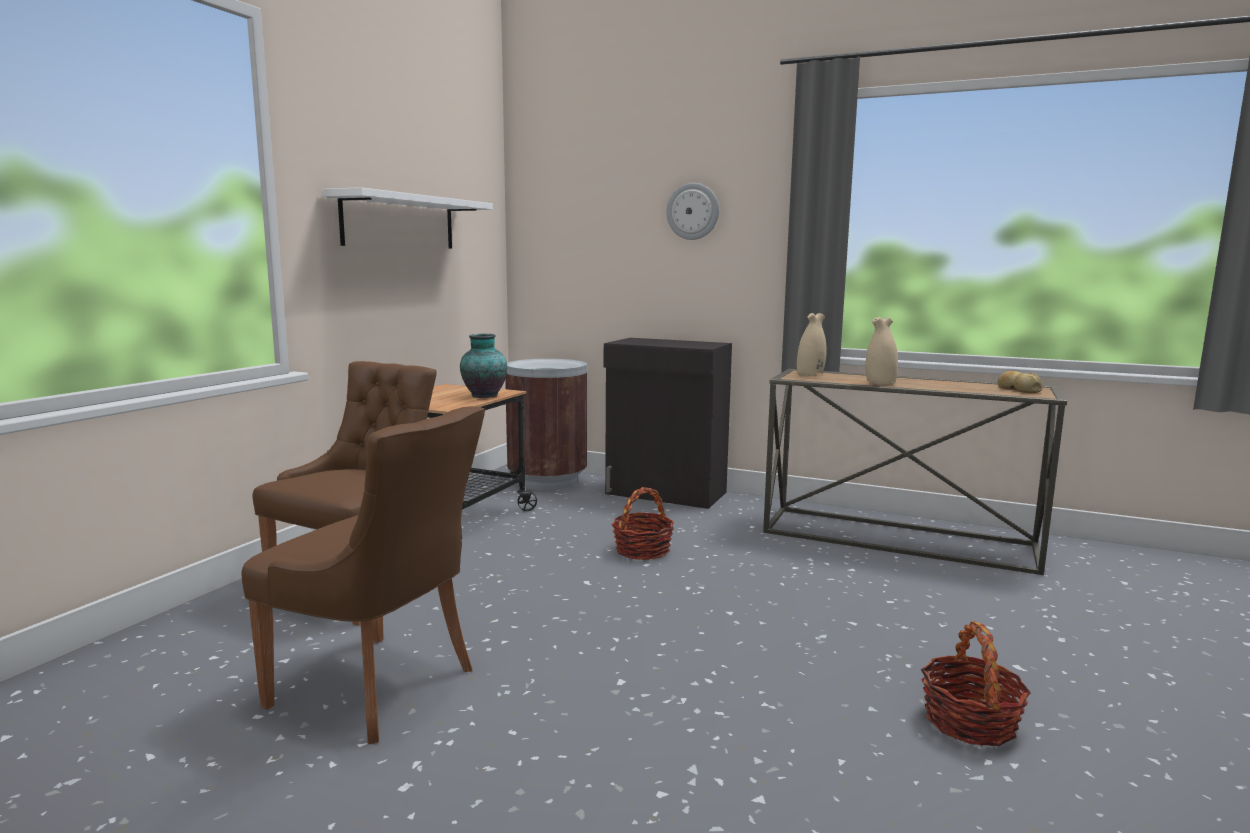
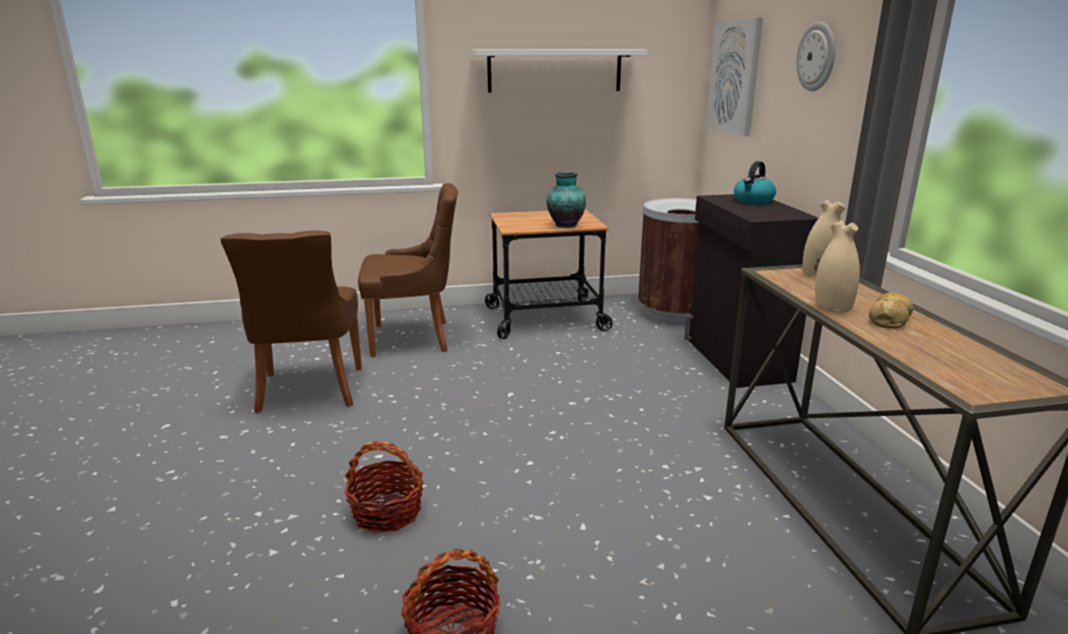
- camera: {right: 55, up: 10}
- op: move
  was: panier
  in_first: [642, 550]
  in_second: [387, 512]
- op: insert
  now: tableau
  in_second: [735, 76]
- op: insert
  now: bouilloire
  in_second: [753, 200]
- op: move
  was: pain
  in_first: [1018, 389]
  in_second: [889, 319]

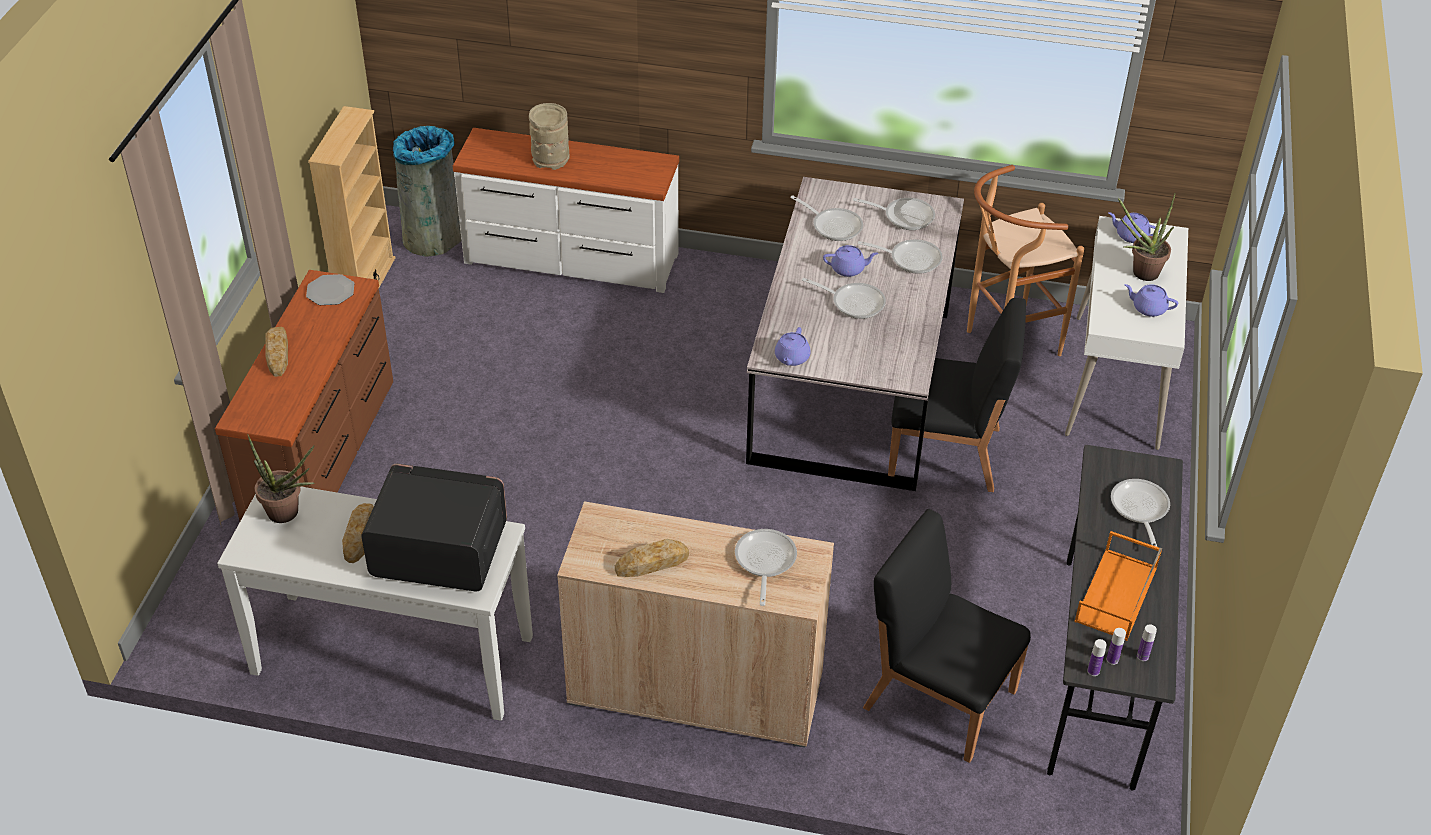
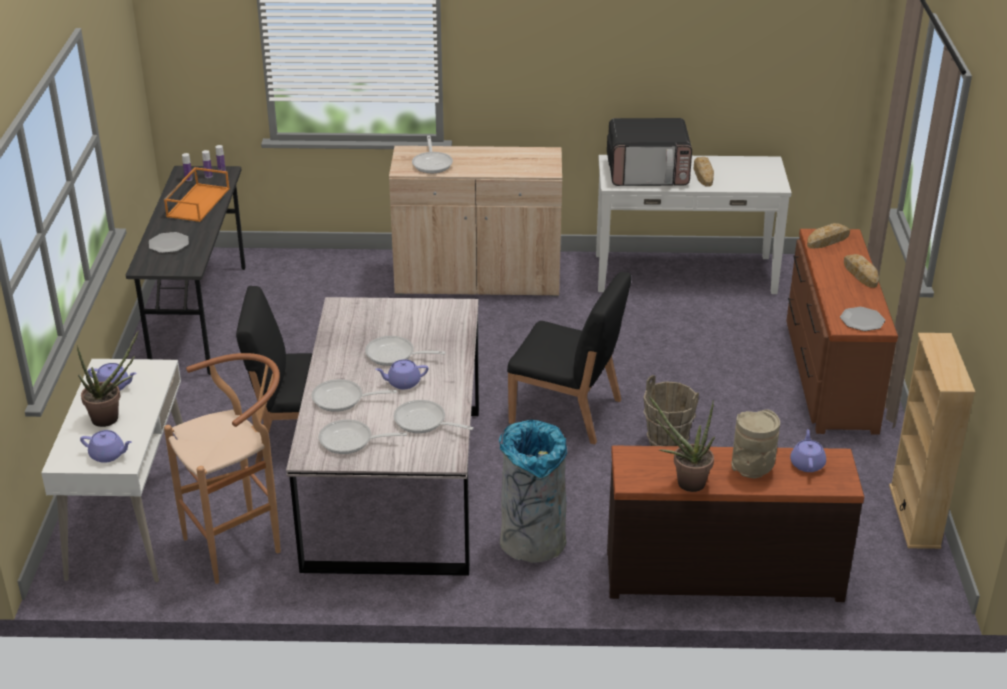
- camera: {right: 170, up: -10}
- op: replace
  was: poêle
  now: assiette
  in_first: [1139, 510]
  in_second: [169, 244]
- op: move
  was: poubelle [gris]
  in_first: [434, 237]
  in_second: [532, 541]
- op: move
  was: chaise [noir]
  in_first: [938, 697]
  in_second: [567, 412]
- op: recolor
  was: commode [blanc]
  now: commode [marron]
  in_first: [571, 260]
  in_second: [723, 573]
- op: insert
  now: seau [marron]
  in_second: [667, 443]
- op: move
  was: plante en pot
  in_first: [289, 514]
  in_second: [684, 482]
- op: move
  was: théière [violet]
  in_first: [791, 358]
  in_second: [807, 464]
- op: move
  was: pain
  in_first: [652, 563]
  in_second: [828, 240]

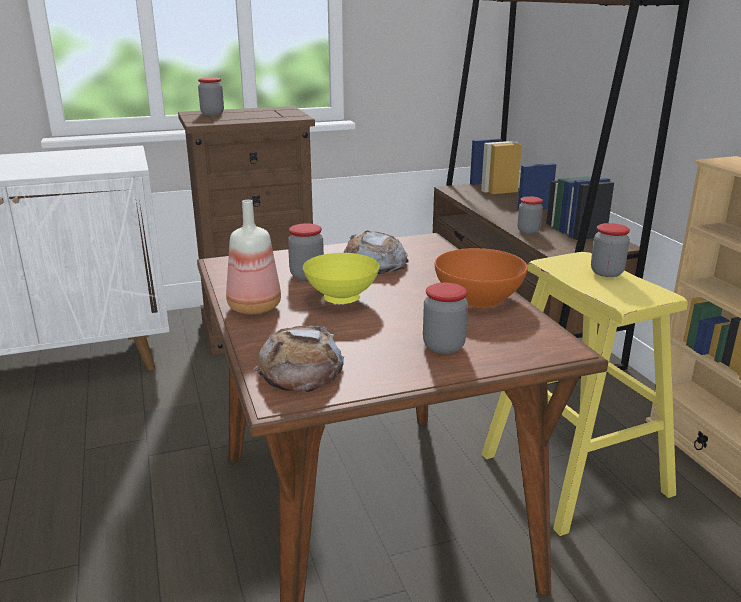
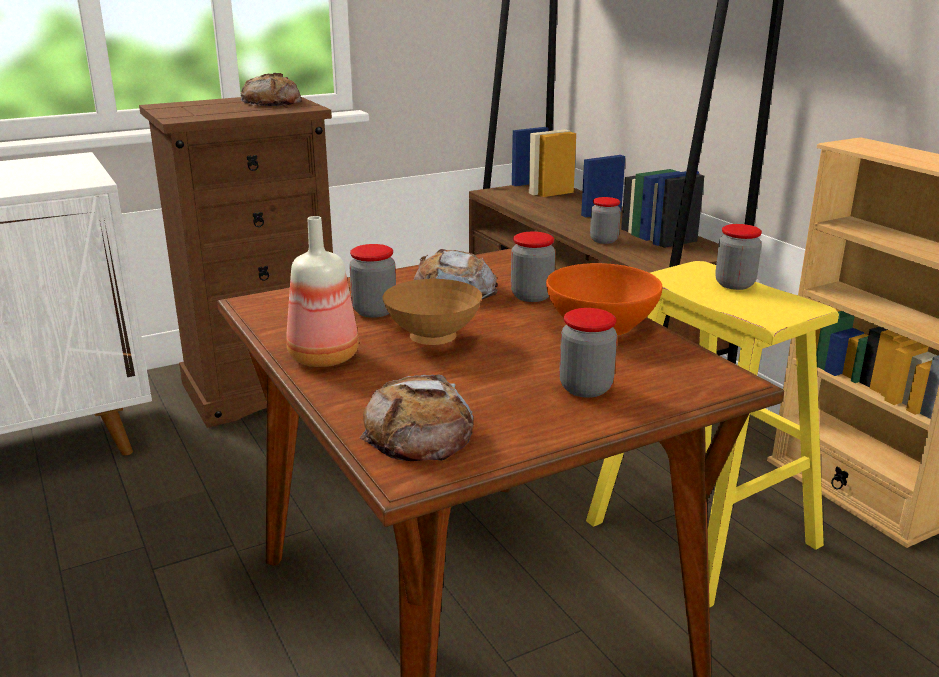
- camera: {right: -10, up: 0}
- op: insert
  now: pain
  in_second: [272, 102]
- op: recolor
  was: bol [jaune]
  now: bol [marron]
  in_first: [342, 300]
  in_second: [434, 340]
- op: move
  was: bocal
  in_first: [212, 113]
  in_second: [531, 296]

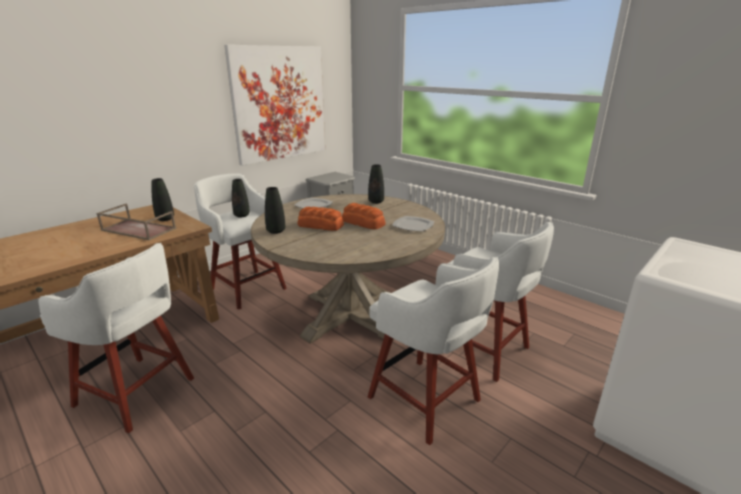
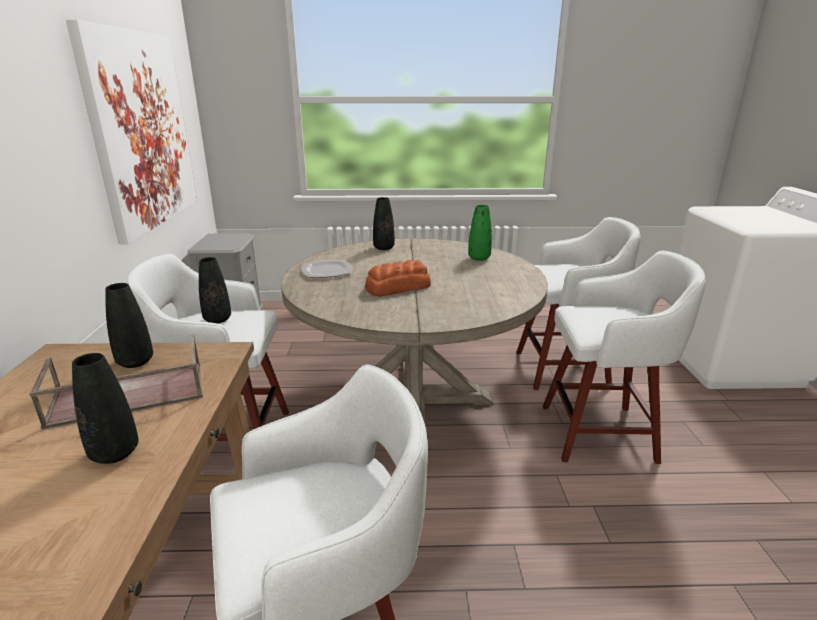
- camera: {right: -45, up: 0}
- op: move
  was: vase [noir]
  in_first: [276, 231]
  in_second: [115, 453]
- op: replace
  was: assiette
  now: vase [vert]
  in_first: [413, 225]
  in_second: [479, 258]
- op: delete
  was: pain
  in_first: [363, 223]

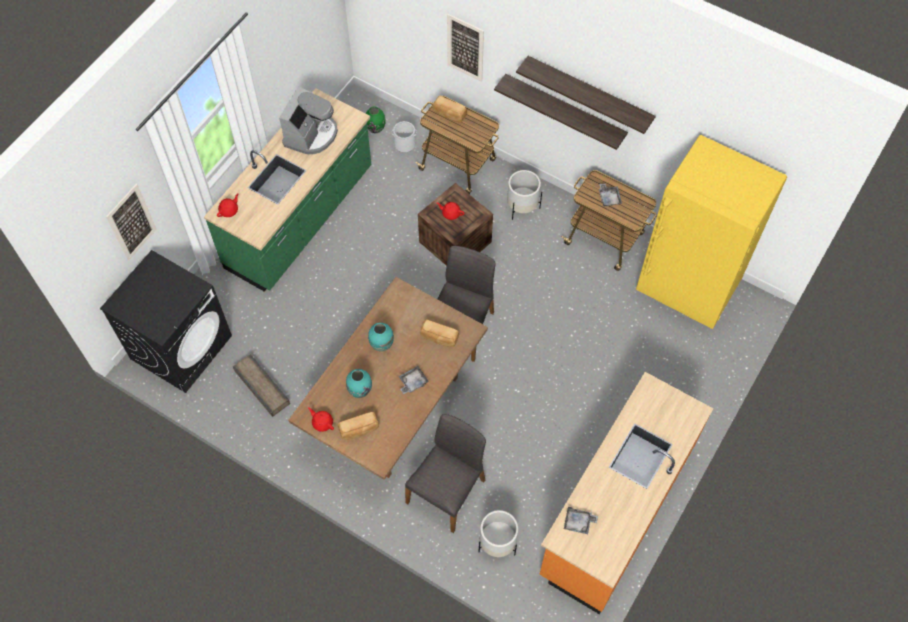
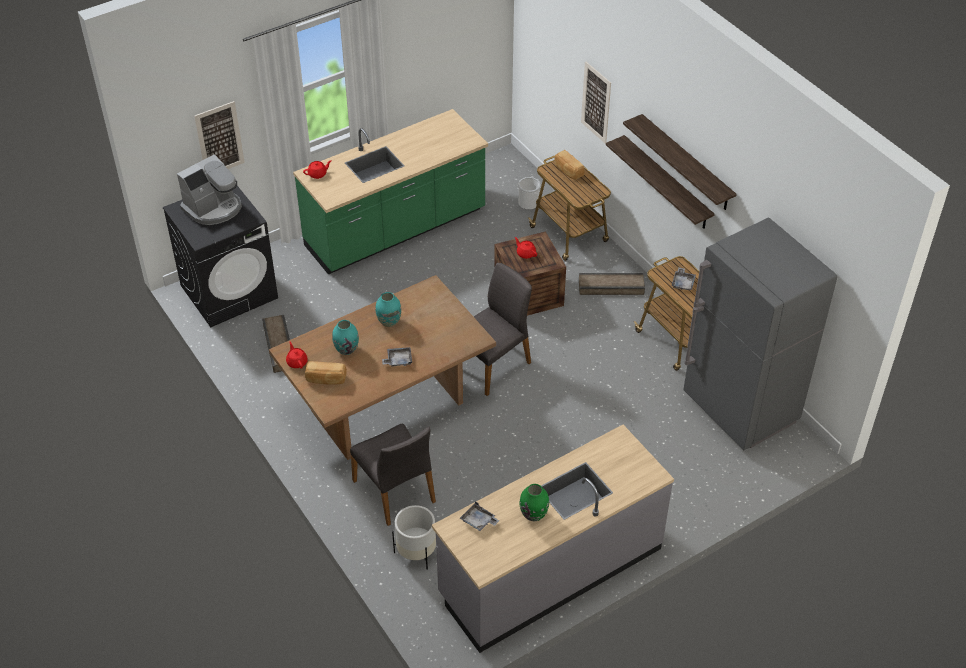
- camera: {right: 25, up: -15}
- op: move
  was: machine à café
  in_first: [311, 135]
  in_second: [213, 208]
- op: rotate
  was: chaise [gris]
  in_first: [447, 491]
  in_second: [395, 491]
  clockwise: 90
- op: recolor
  was: comptoir de cuisine [orange]
  now: comptoir de cuisine [gris]
  in_first: [615, 511]
  in_second: [550, 571]
- op: move
  was: vase [vert]
  in_first: [376, 128]
  in_second: [534, 514]
- op: replace
  was: cache-pot [blanc]
  now: caisse
  in_first: [522, 207]
  in_second: [611, 287]
- op: recolor
  was: réfrigérateur [jaune]
  now: réfrigérateur [gris]
  in_first: [687, 289]
  in_second: [740, 410]
- op: delete
  was: pain
  in_first: [439, 338]

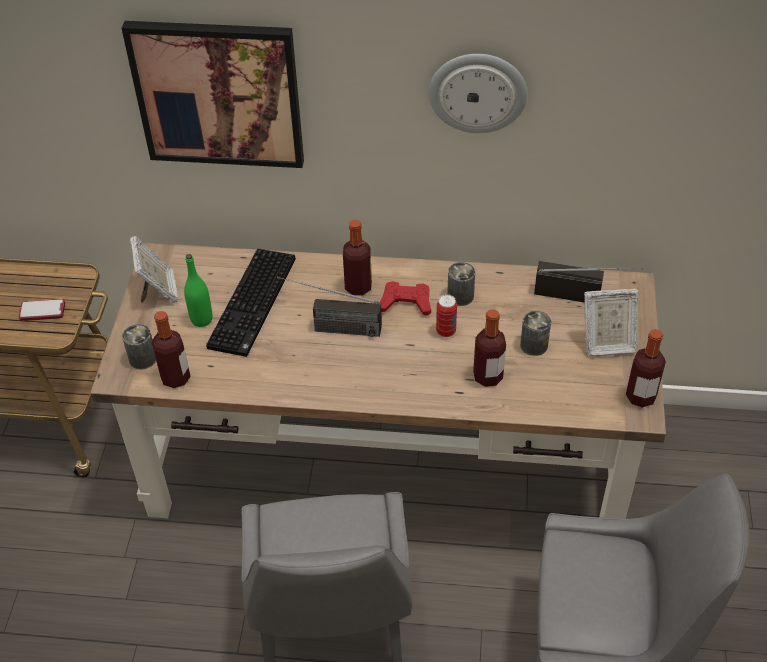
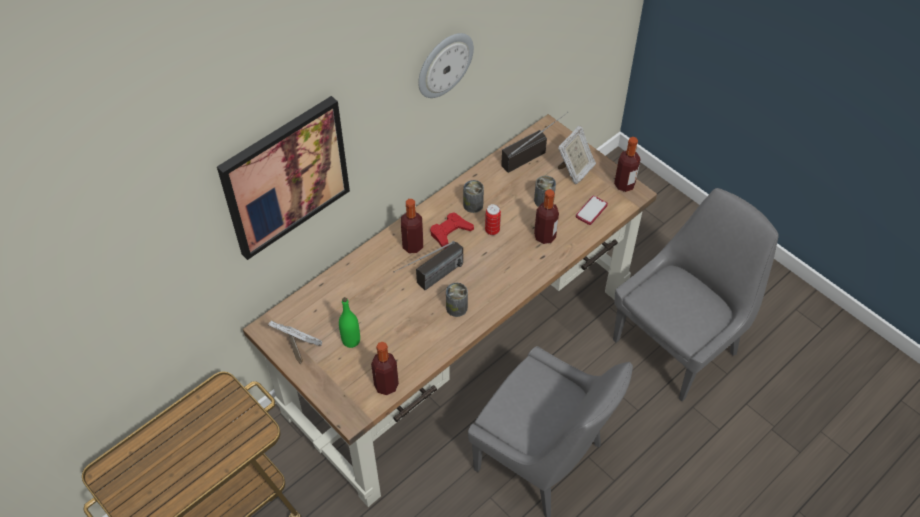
- camera: {right: -50, up: 5}
- op: move
  was: boîte métallique
  in_first: [143, 358]
  in_second: [456, 307]
- op: move
  was: téléphone
  in_first: [42, 311]
  in_second: [591, 211]
- op: delete
  was: clavier
  in_first: [254, 304]

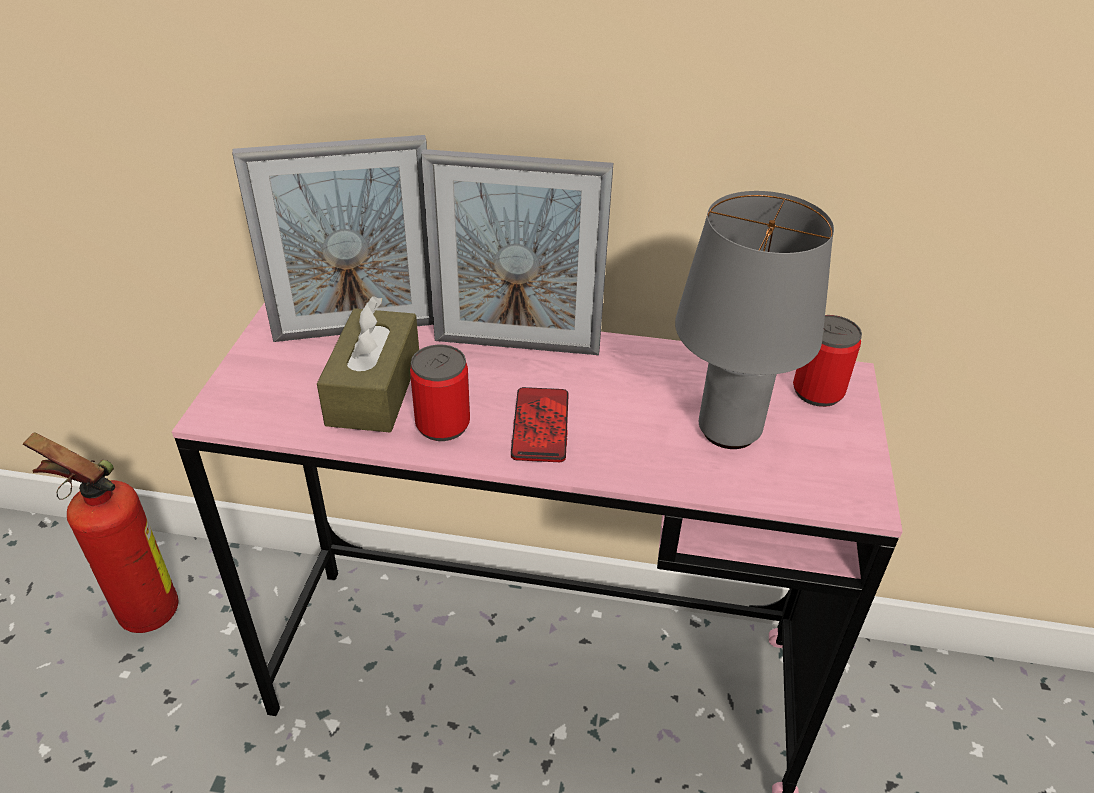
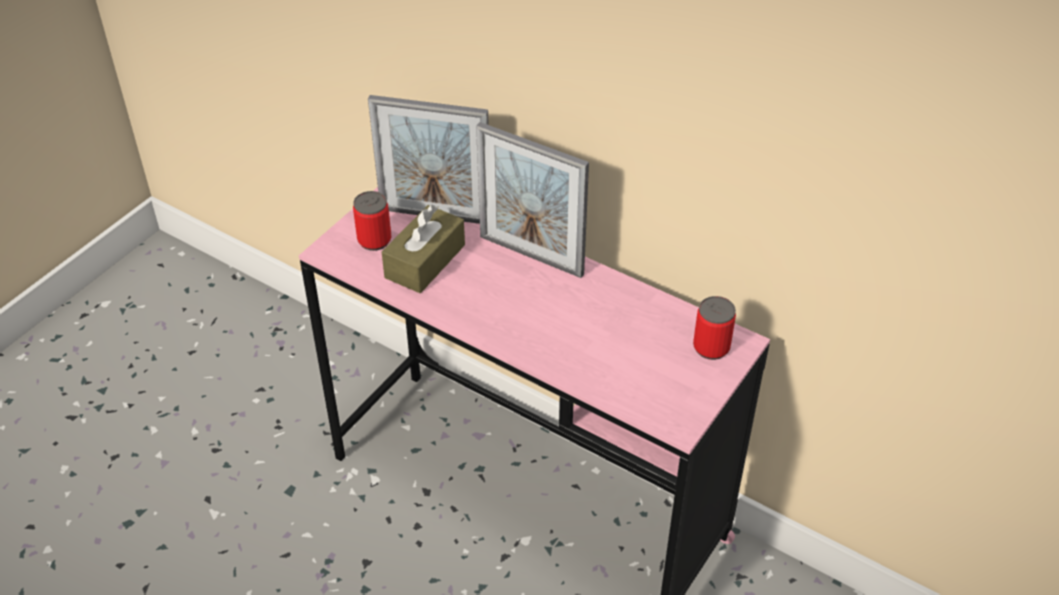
- camera: {right: 25, up: 5}
- op: move
  was: boîte métallique
  in_first: [442, 424]
  in_second: [374, 240]
- op: delete
  was: extincteur
  in_first: [141, 610]
- op: delete
  was: téléphone
  in_first: [540, 425]
- op: delete
  was: lampe de table [gris]
  in_first: [728, 432]

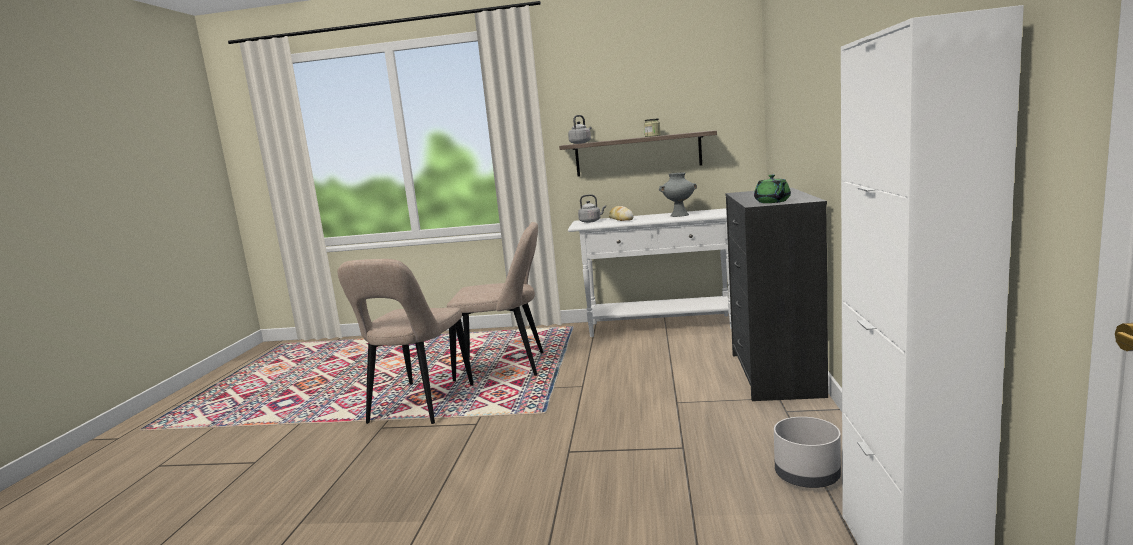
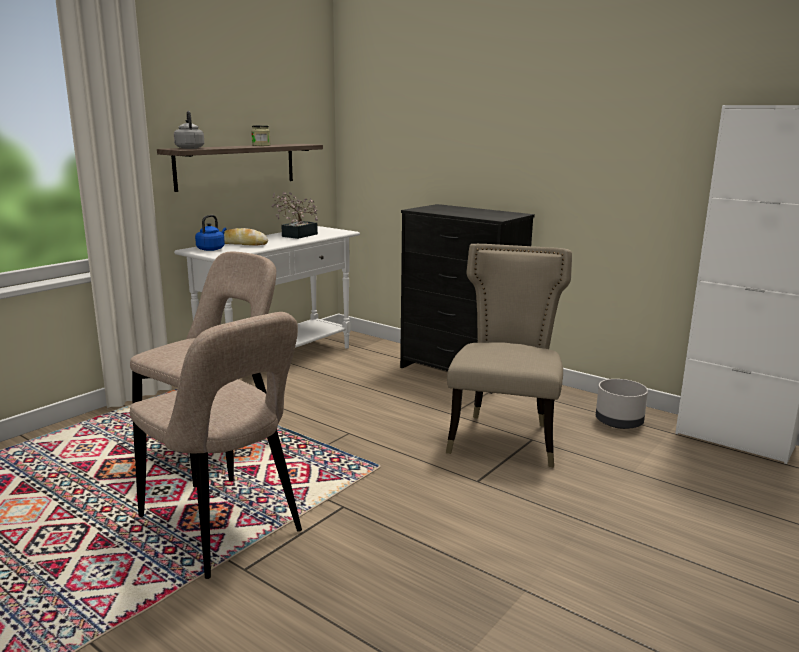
- camera: {right: -60, up: 5}
- op: recolor
  was: bouilloire [gris]
  now: bouilloire [bleu]
  in_first: [591, 221]
  in_second: [212, 249]
- op: replace
  was: vase [gris]
  now: plante en pot
  in_first: [679, 215]
  in_second: [296, 236]
- op: insert
  now: chaise [beige]
  in_second: [505, 437]
- op: delete
  was: théière [vert]
  in_first: [772, 202]

